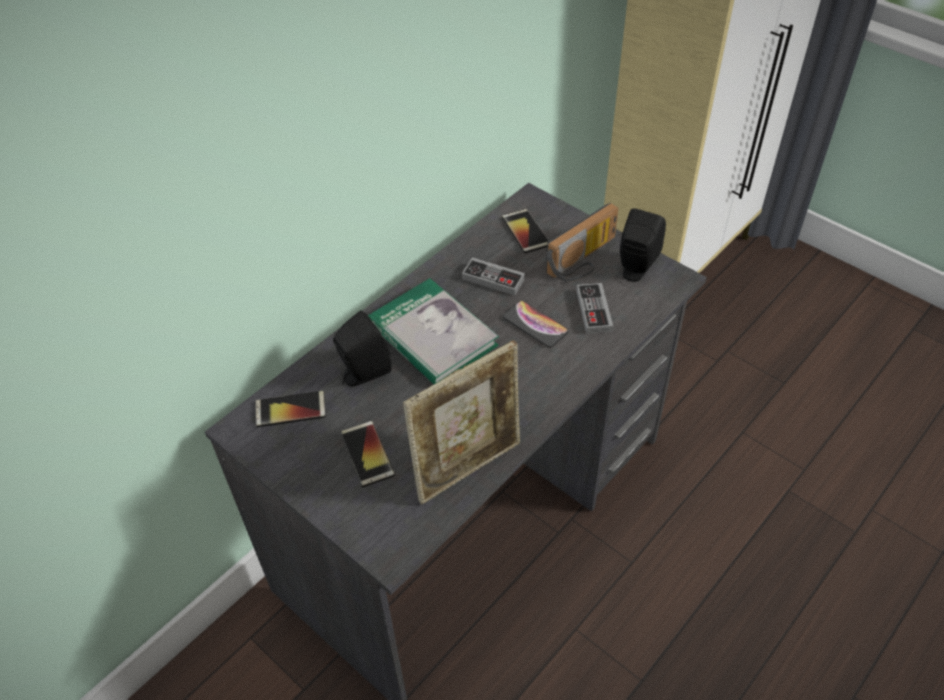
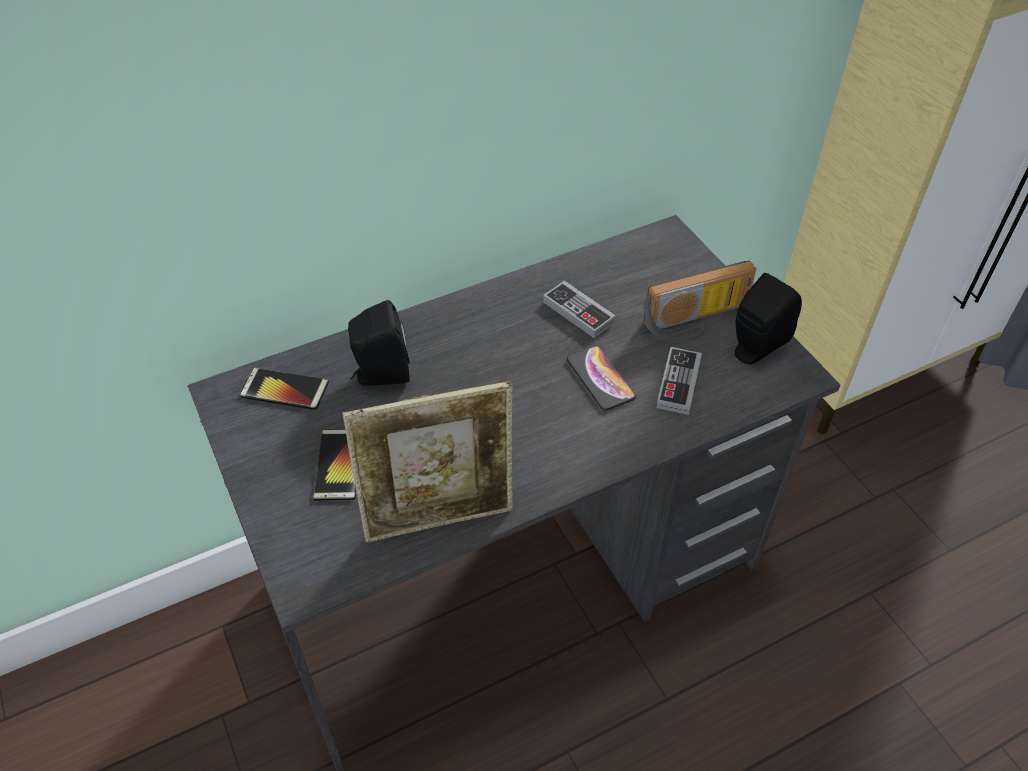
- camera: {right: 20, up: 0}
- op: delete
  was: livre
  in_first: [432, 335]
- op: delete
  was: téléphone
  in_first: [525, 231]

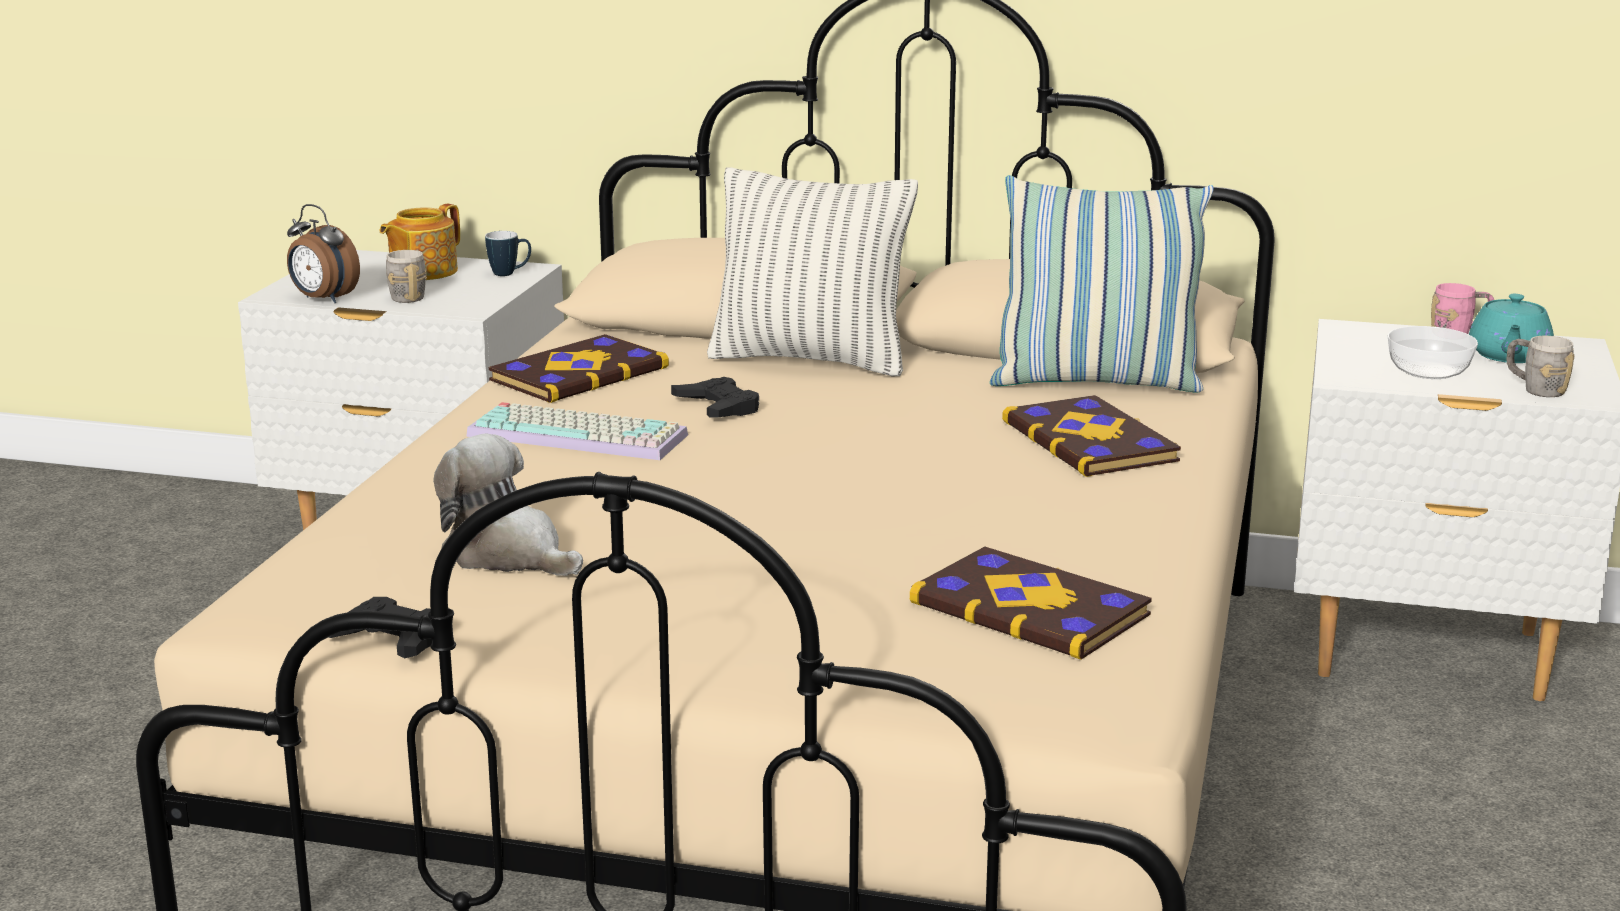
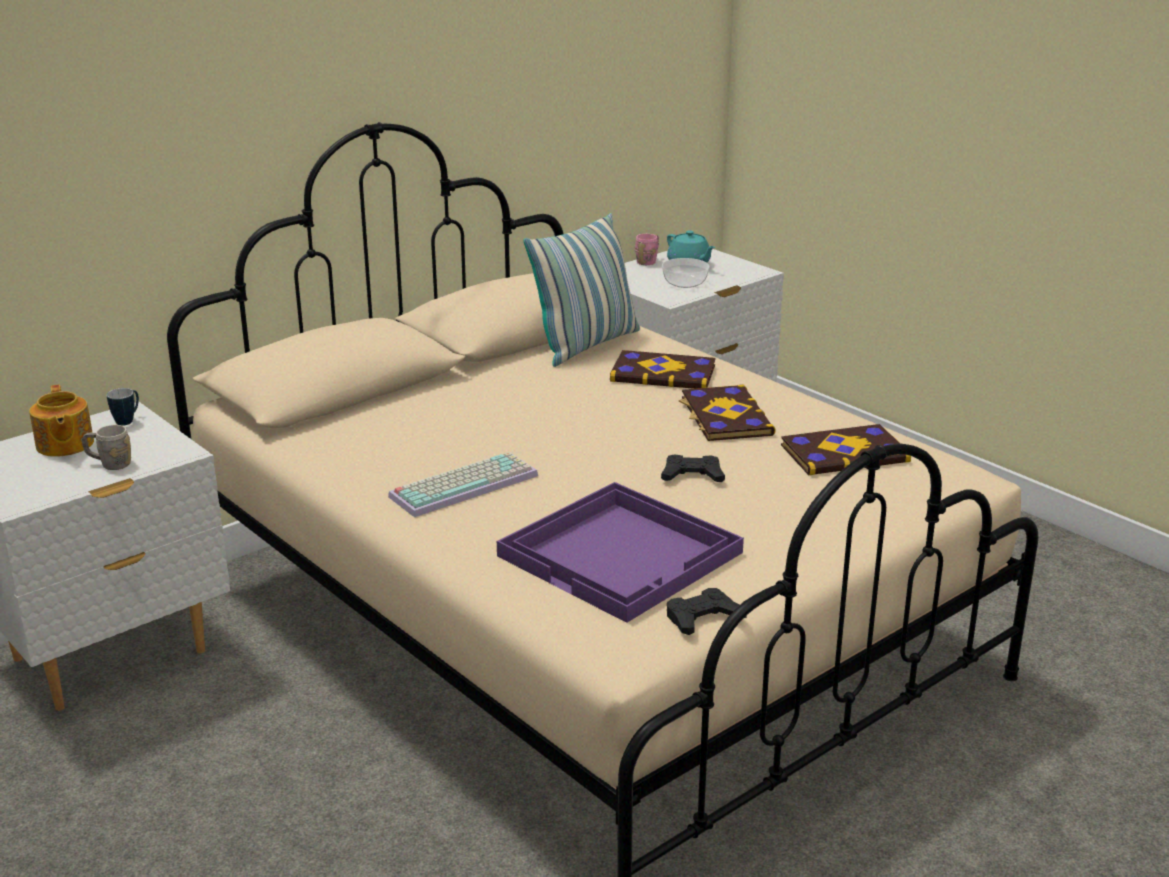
- camera: {right: -55, up: 5}
- op: replace
  was: peluche
  now: plateau [violet]
  in_first: [508, 554]
  in_second: [622, 554]
- op: move
  was: manette [noir]
  in_first: [718, 407]
  in_second: [692, 475]
- op: move
  was: livre
  in_first: [577, 373]
  in_second: [724, 416]
- op: delete
  was: réveil
  in_first: [323, 299]
- op: delete
  was: coussin
  in_first: [811, 359]
- op: delete
  was: mug [gris]
  in_first: [1535, 389]

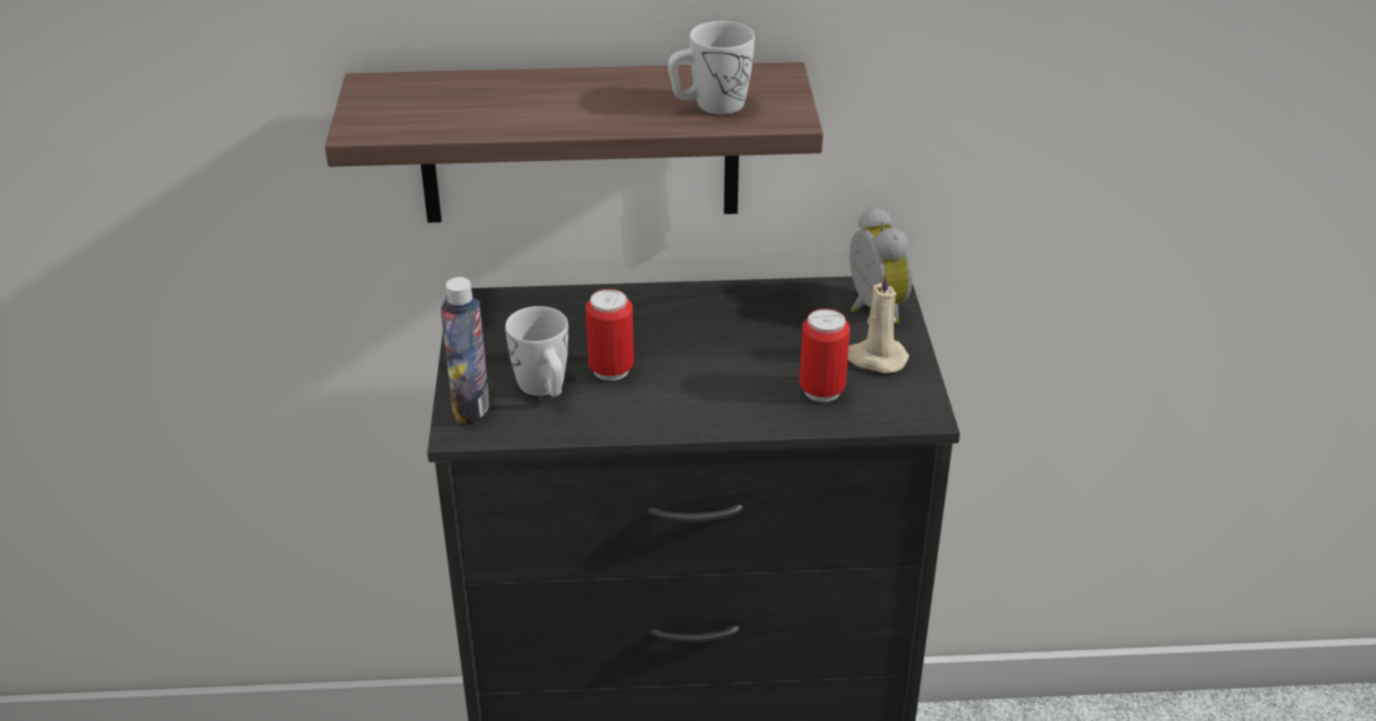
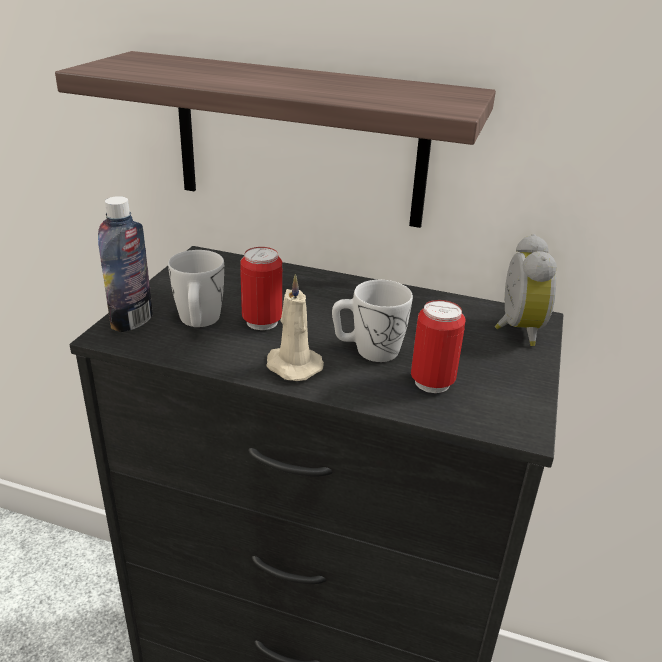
- camera: {right: 20, up: -5}
- op: move
  was: bougie [beige]
  in_first: [875, 358]
  in_second: [292, 365]
- op: move
  was: mug [blanc]
  in_first: [710, 105]
  in_second: [368, 350]

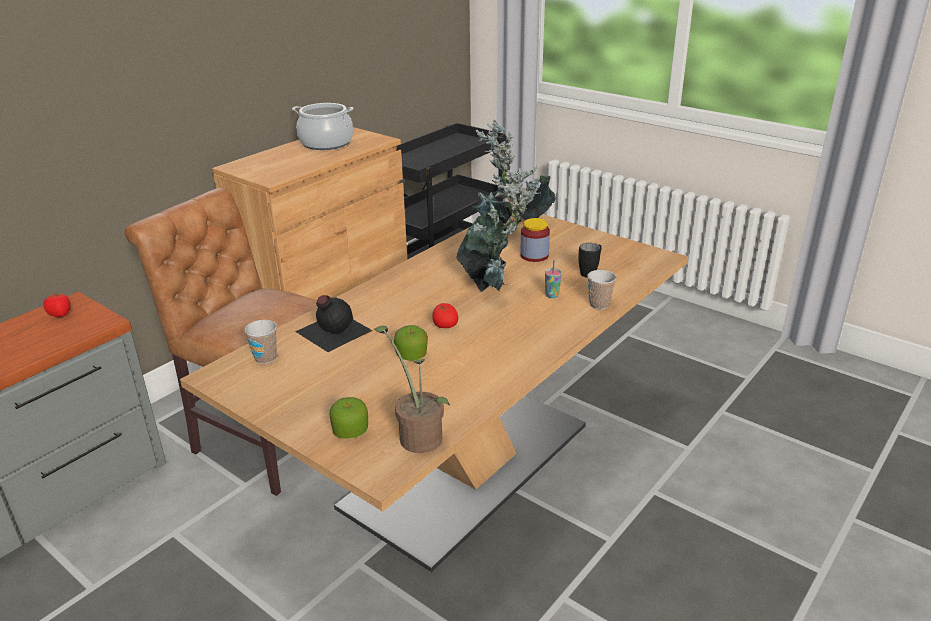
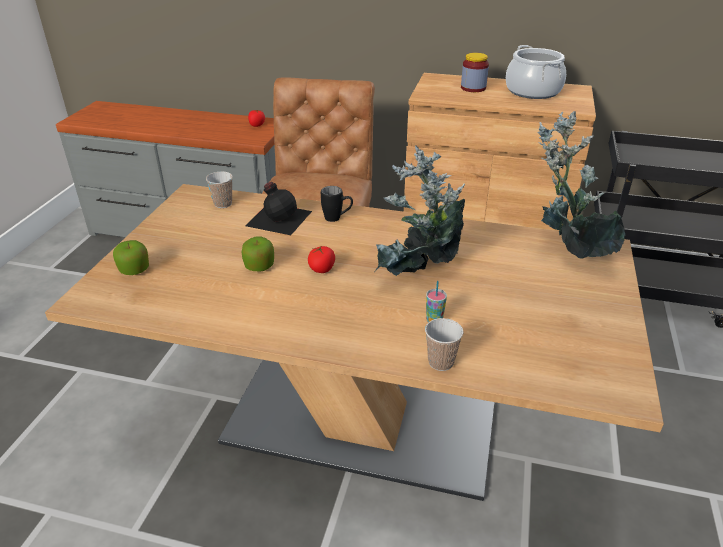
- camera: {right: 65, up: 5}
- op: move
  was: mug [noir]
  in_first: [590, 272]
  in_second: [337, 218]
- op: move
  was: bocal
  in_first: [534, 255]
  in_second: [473, 88]
- op: delete
  was: plante en pot
  in_first: [418, 435]

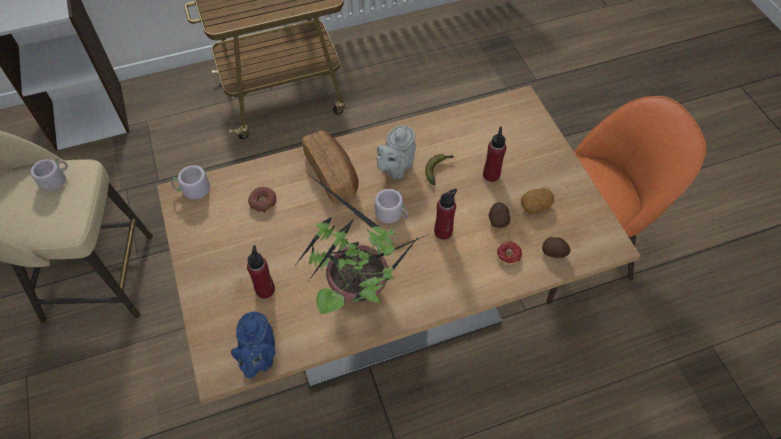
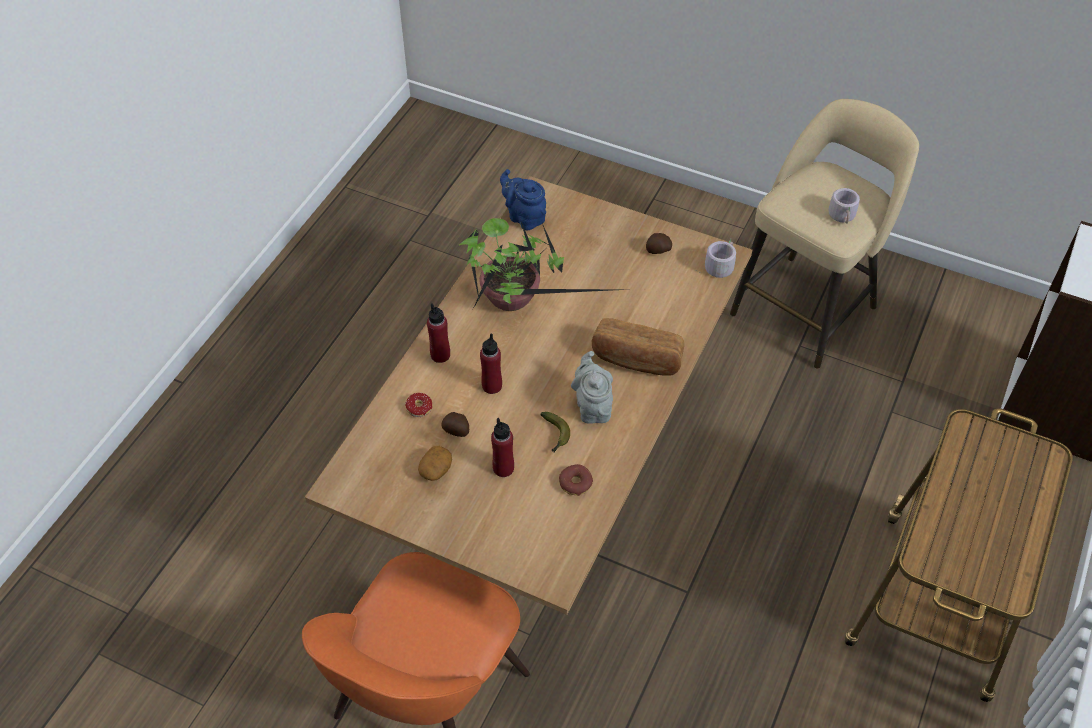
- camera: {right: 135, up: -5}
- op: move
  was: bouteille [rouge]
  in_first: [265, 289]
  in_second: [440, 355]
- op: move
  was: beignet
  in_first: [263, 202]
  in_second: [575, 483]
- op: move
  was: pomme de terre
  in_first: [554, 252]
  in_second: [658, 250]
- op: delete
  was: mug [gris]
  in_first: [393, 213]

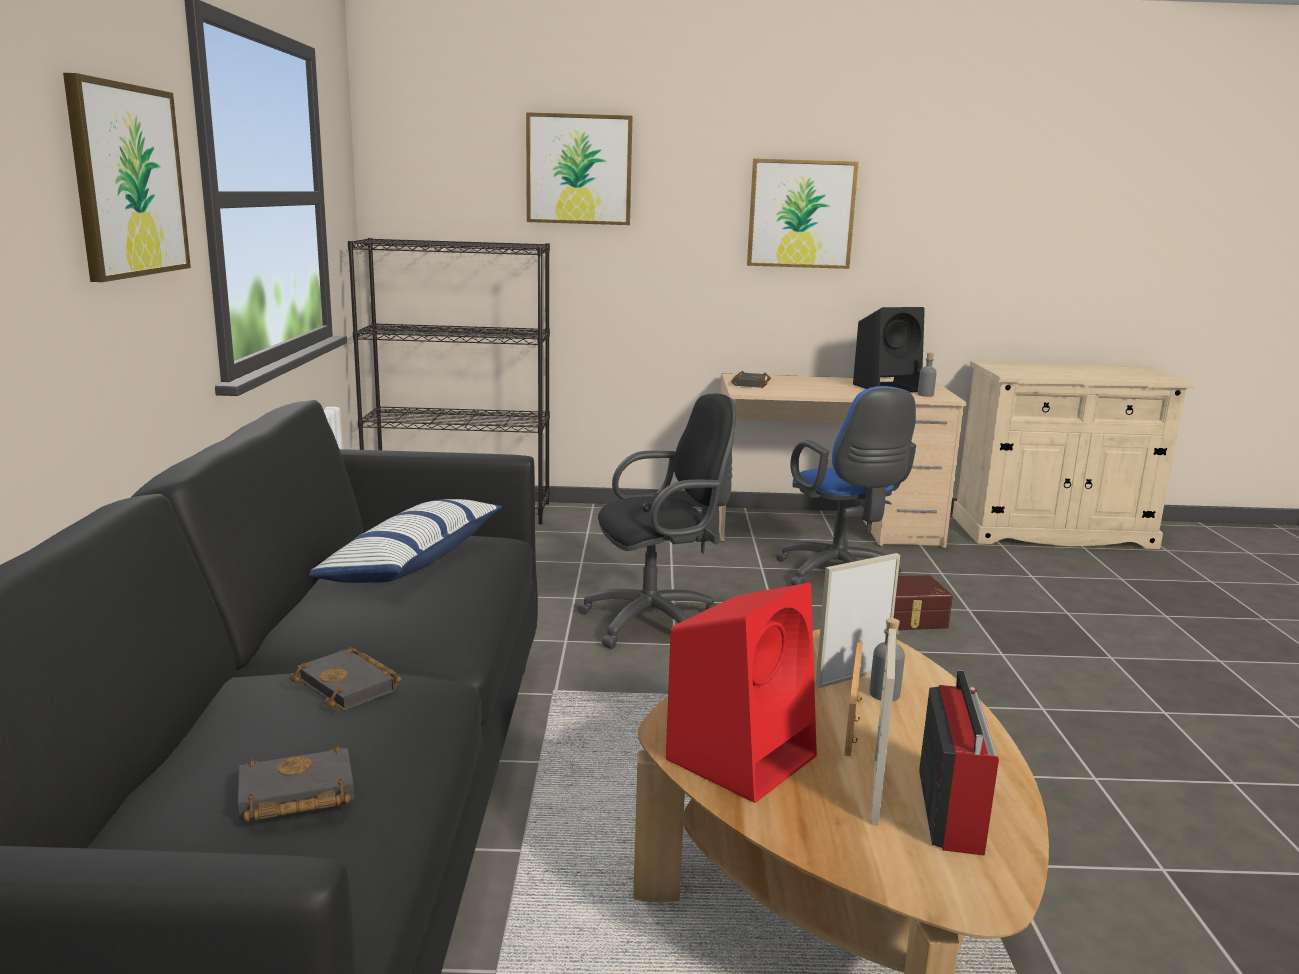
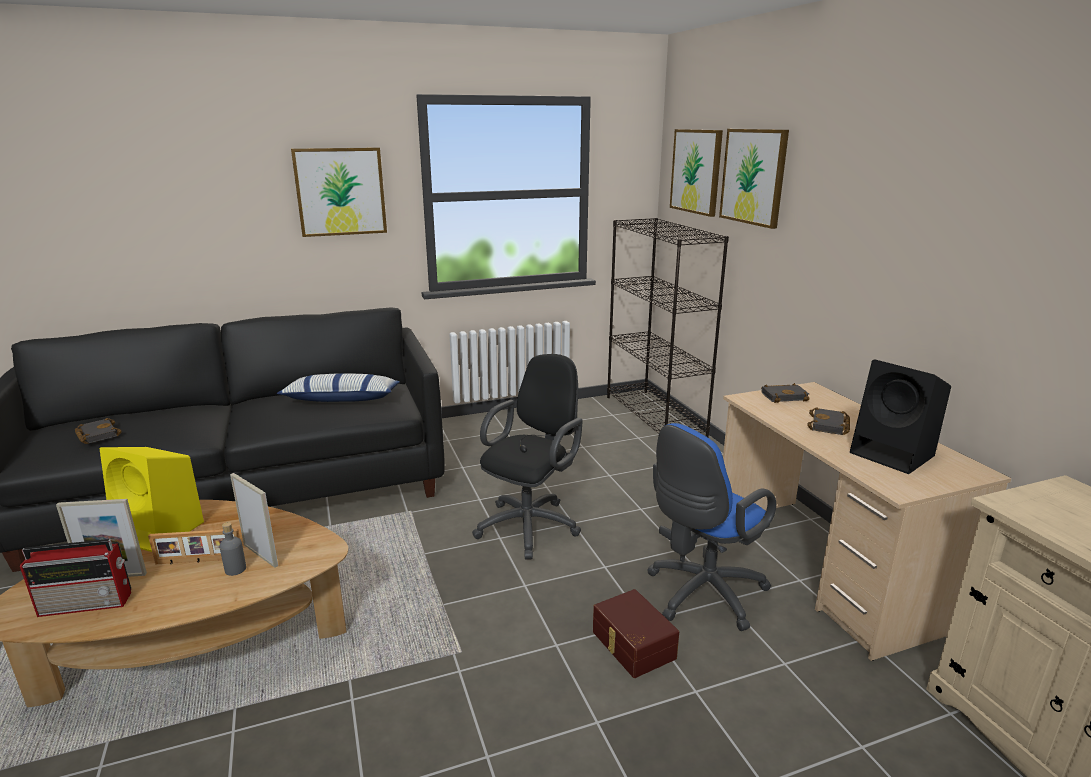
- camera: {right: 70, up: 5}
- op: recolor
  was: enceinte [rouge]
  now: enceinte [jaune]
  in_first: [742, 756]
  in_second: [161, 531]
- op: rotate
  was: chaise de bureau [noir]
  in_first: [658, 621]
  in_second: [531, 524]
  clockwise: -105
- op: move
  was: tableau
  in_first: [801, 214]
  in_second: [696, 171]
- op: move
  was: livre [noir]
  in_first: [351, 686]
  in_second: [830, 426]
- op: delete
  was: bouteille [gris]
  in_first: [925, 395]

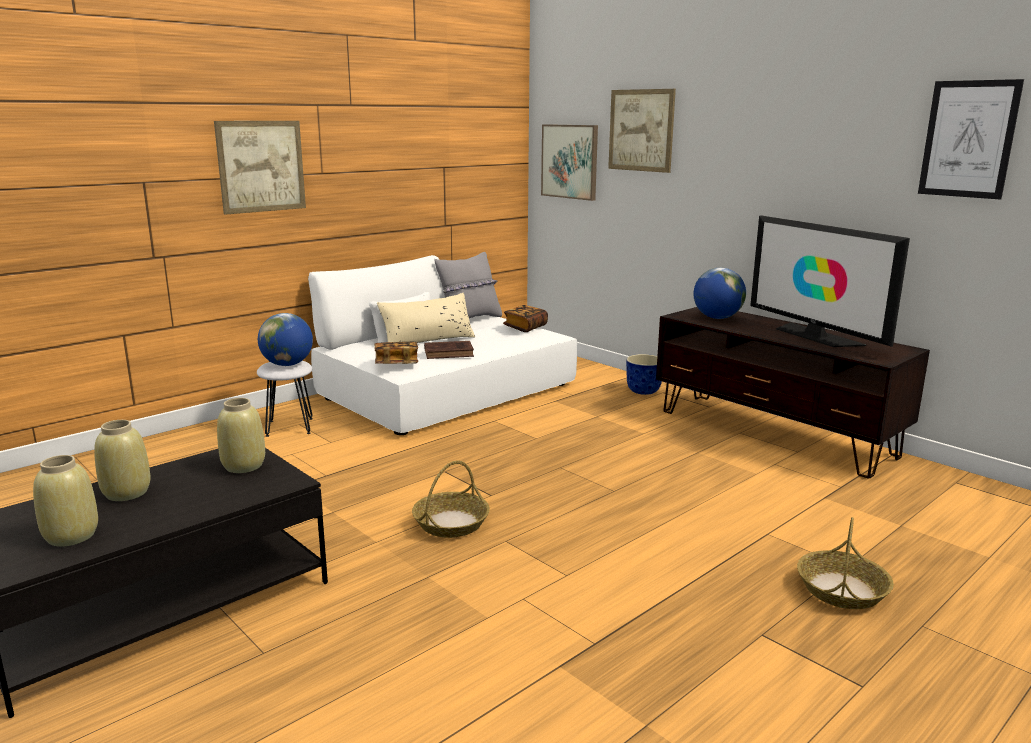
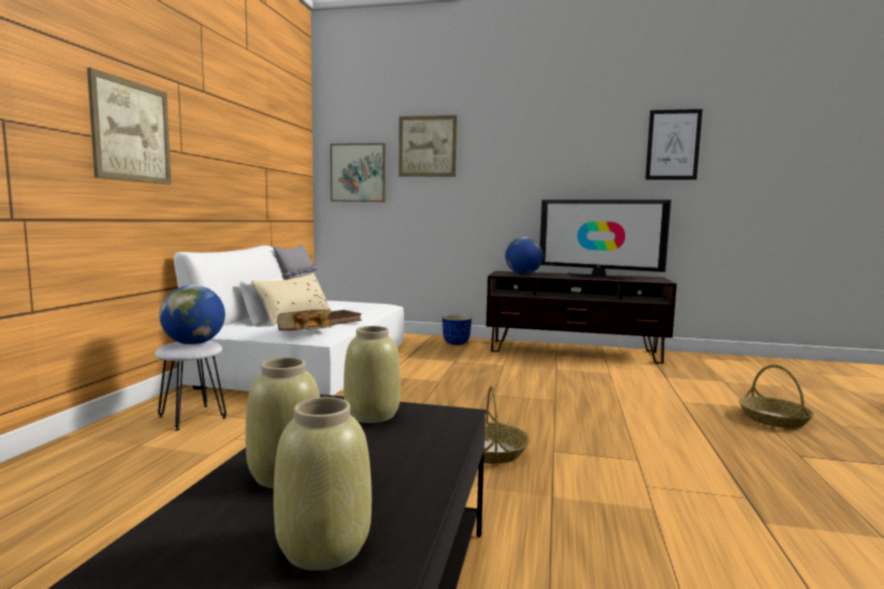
- camera: {right: -35, up: -10}
- op: delete
  was: livre
  in_first: [525, 327]

